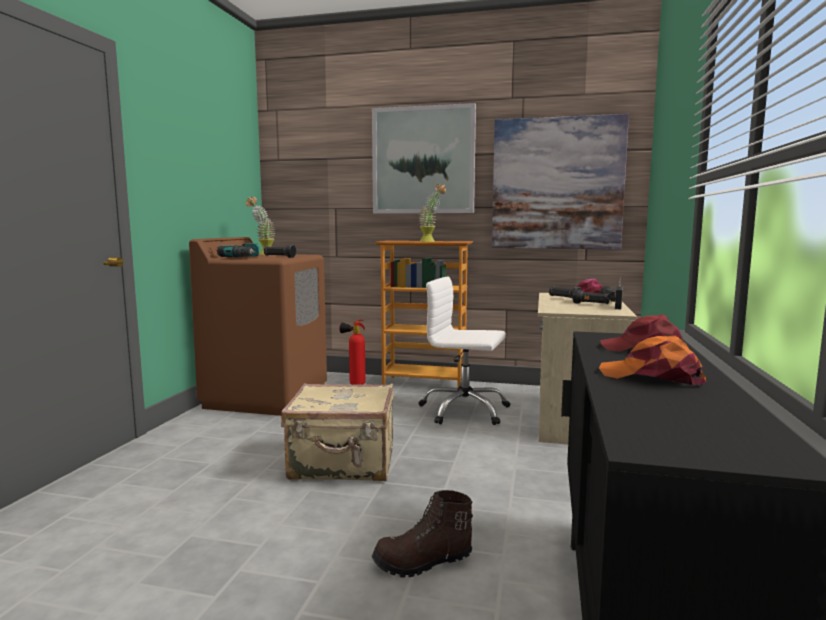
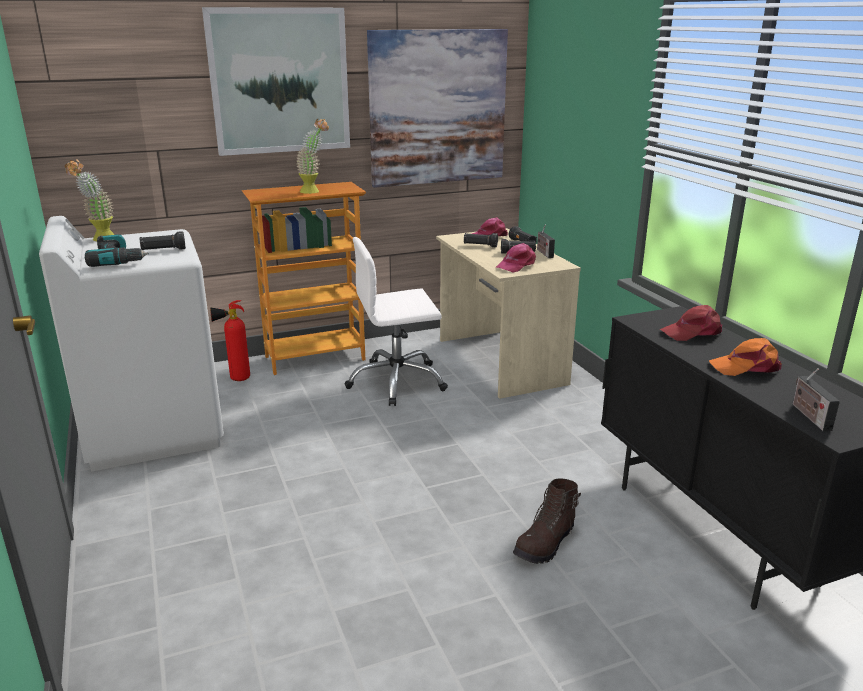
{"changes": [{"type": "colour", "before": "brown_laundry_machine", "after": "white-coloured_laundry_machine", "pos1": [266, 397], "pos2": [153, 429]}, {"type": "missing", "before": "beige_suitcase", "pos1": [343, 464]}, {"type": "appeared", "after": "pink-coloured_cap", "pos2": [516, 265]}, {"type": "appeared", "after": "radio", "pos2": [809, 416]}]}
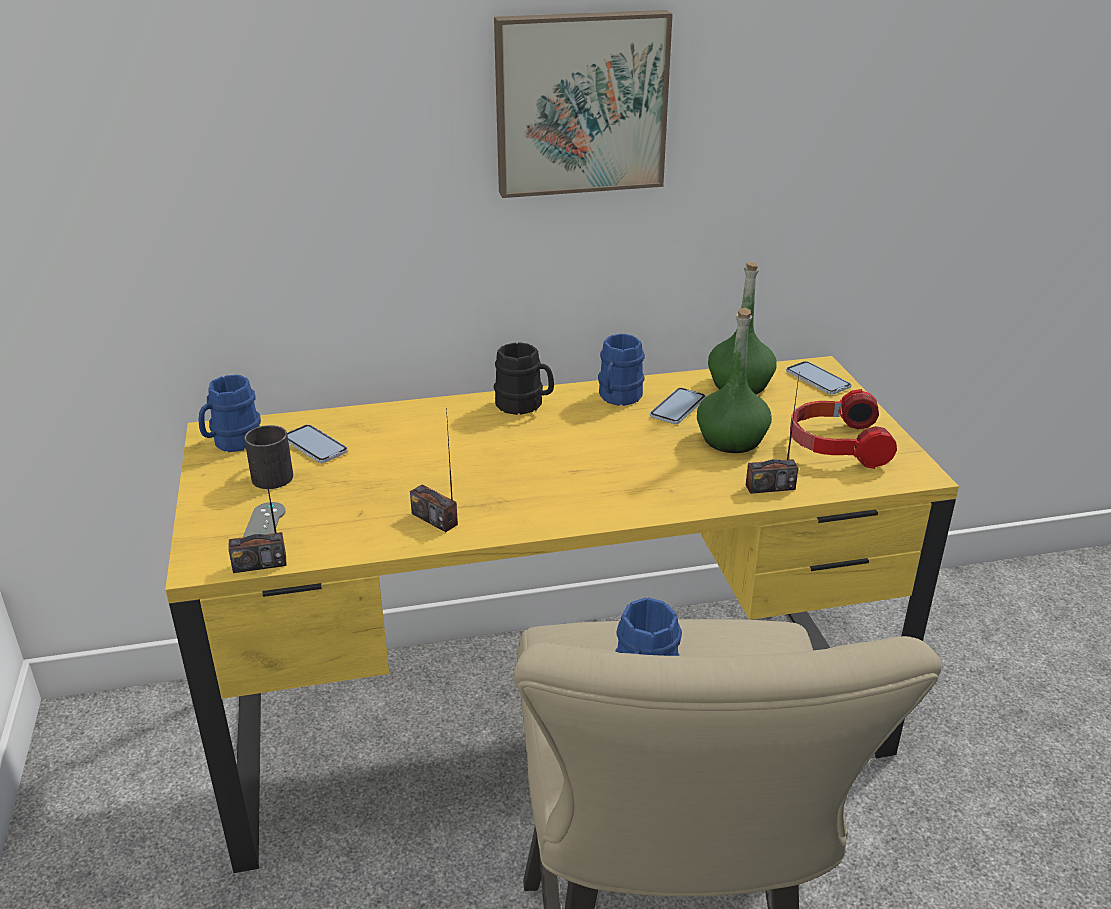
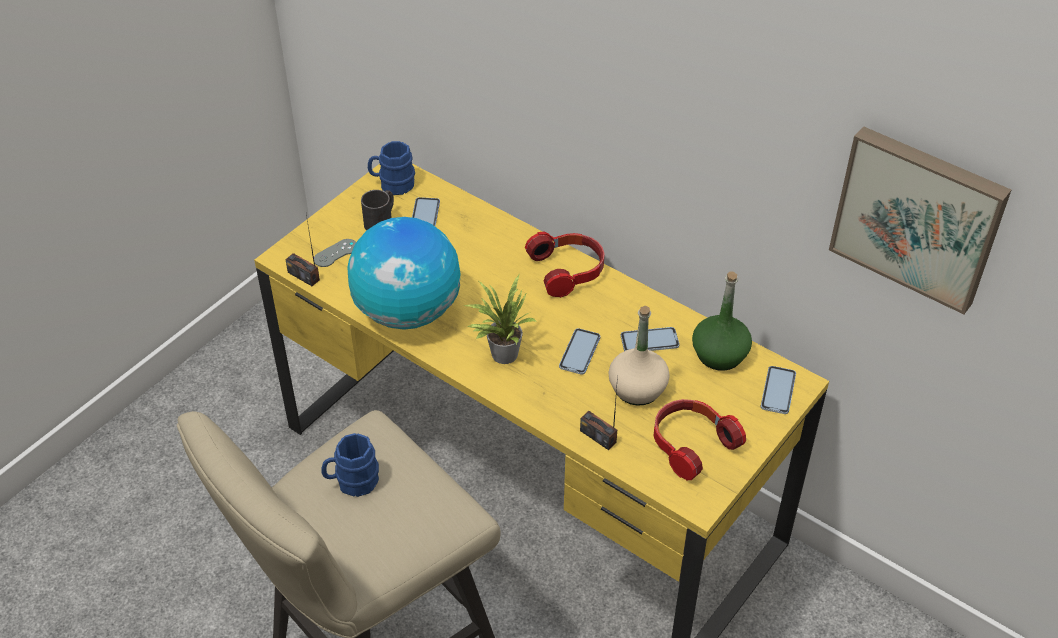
{"changes": [{"type": "relocated", "before": "wall_picture", "pos1": [580, 103], "pos2": [918, 216]}, {"type": "colour", "before": "greenish_bottle", "after": "beige_bottle", "pos1": [732, 439], "pos2": [637, 389]}, {"type": "missing", "before": "blue-coloured_mug", "pos1": [617, 397]}, {"type": "exchanged", "before": "black_mug", "after": "headphones", "pos1": [525, 405], "pos2": [568, 270]}, {"type": "exchanged", "before": "radio", "after": "globe", "pos1": [434, 519], "pos2": [407, 312]}, {"type": "appeared", "after": "houseplant", "pos2": [501, 353]}, {"type": "appeared", "after": "phone", "pos2": [579, 352]}]}
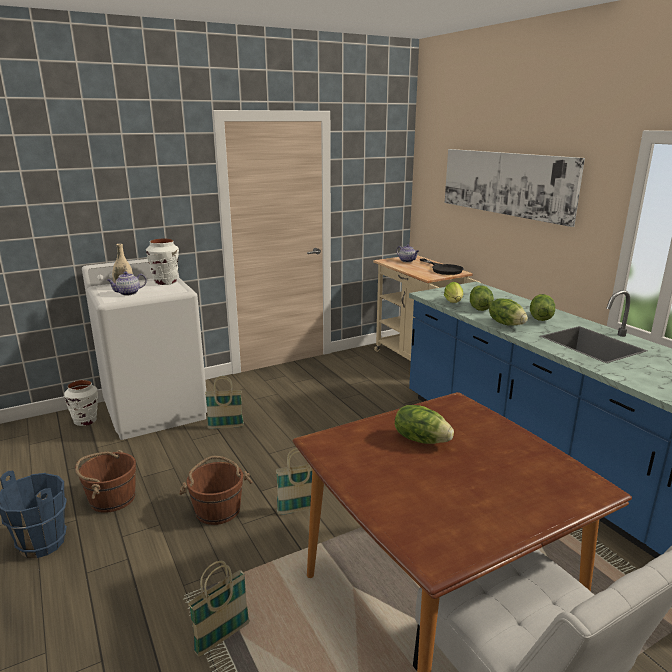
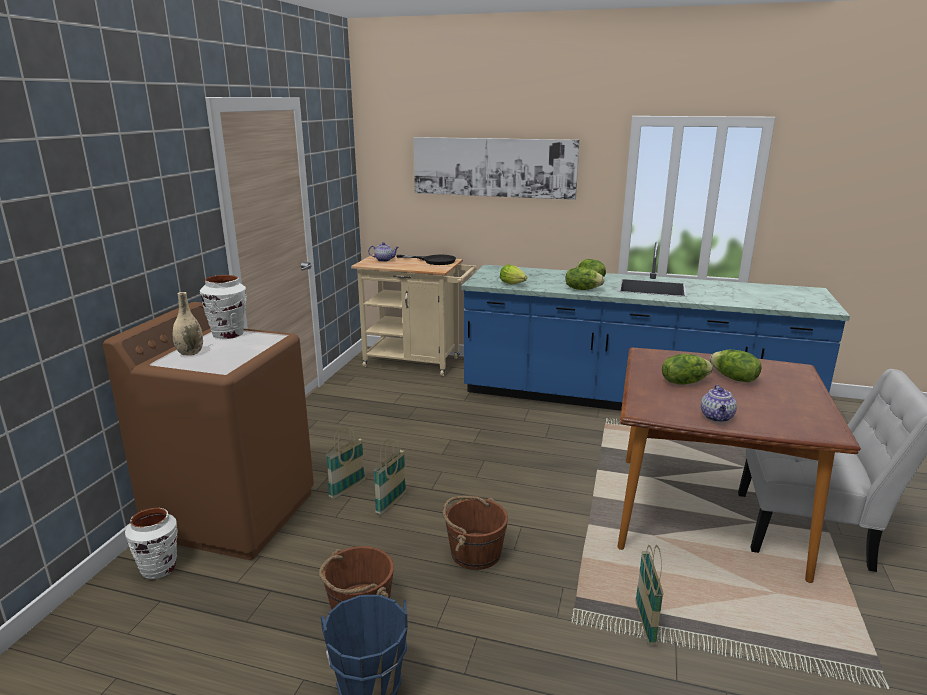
{"changes": [{"type": "colour", "before": "white-coloured_laundry_machine", "after": "brown_laundry_machine", "pos1": [156, 410], "pos2": [234, 513]}, {"type": "relocated", "before": "tea_pot", "pos1": [128, 293], "pos2": [717, 417]}, {"type": "relocated", "before": "lettuce_head", "pos1": [479, 308], "pos2": [733, 378]}, {"type": "relocated", "before": "storage_basket", "pos1": [299, 509], "pos2": [391, 503]}]}
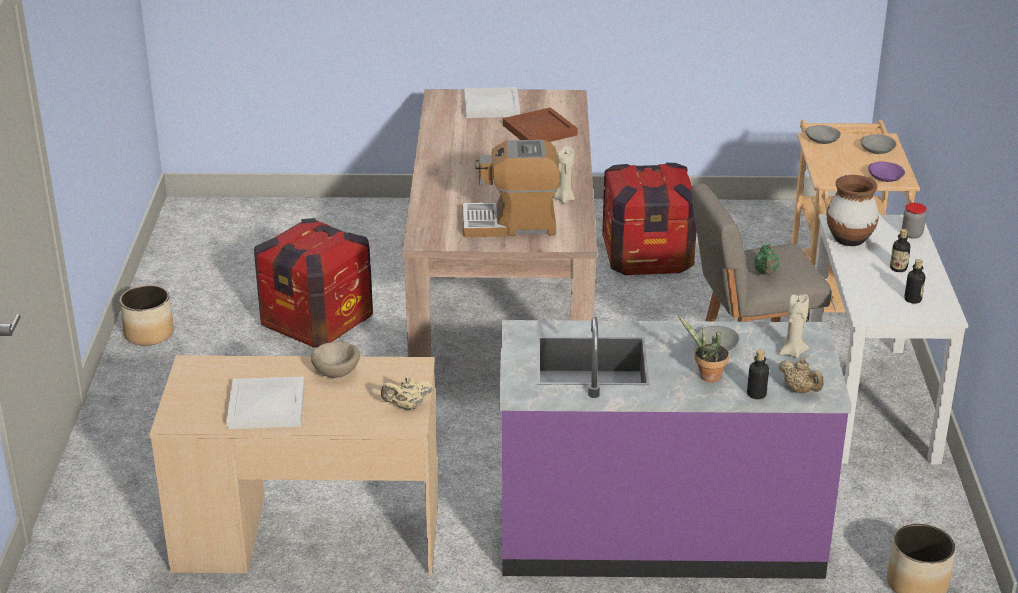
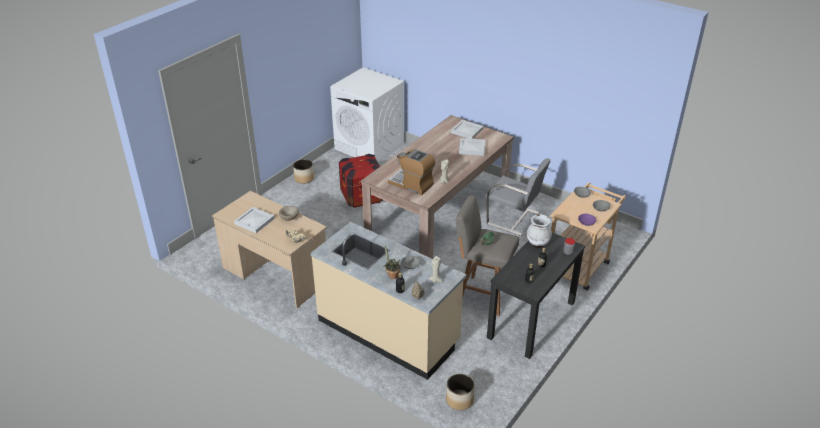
{"changes": [{"type": "colour", "before": "brown_tray", "after": "white-coloured_tray", "pos1": [541, 130], "pos2": [472, 148]}, {"type": "exchanged", "before": "packing_crate", "after": "greyish_upright_chair", "pos1": [647, 256], "pos2": [513, 219]}, {"type": "colour", "before": "brown_flower_vase", "after": "white-coloured_flower_vase", "pos1": [849, 240], "pos2": [537, 244]}, {"type": "colour", "before": "white-coloured_desk_unit", "after": "black_desk_unit", "pos1": [870, 403], "pos2": [531, 320]}, {"type": "colour", "before": "purplish_kitchen_counter", "after": "beige_kitchen_counter", "pos1": [659, 532], "pos2": [388, 331]}, {"type": "appeared", "after": "white-coloured_laundry_machine", "pos2": [369, 147]}]}
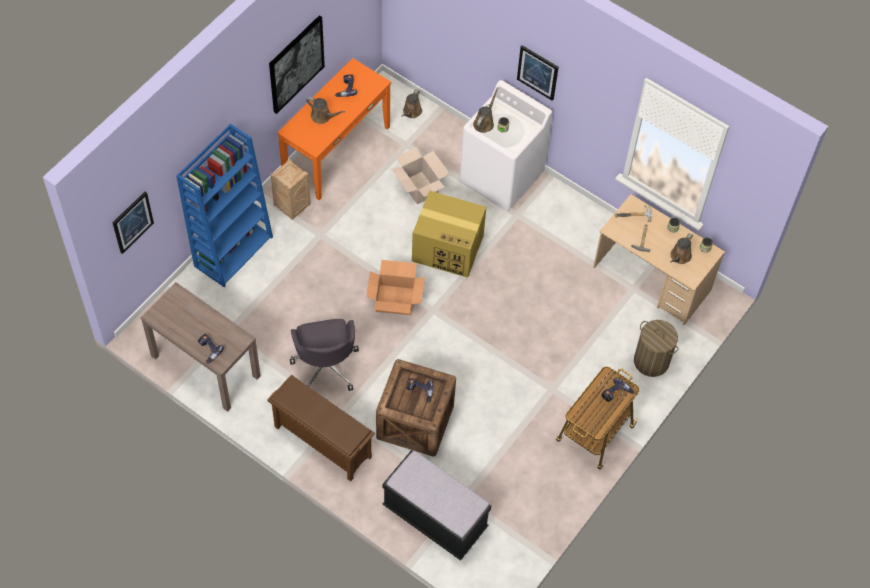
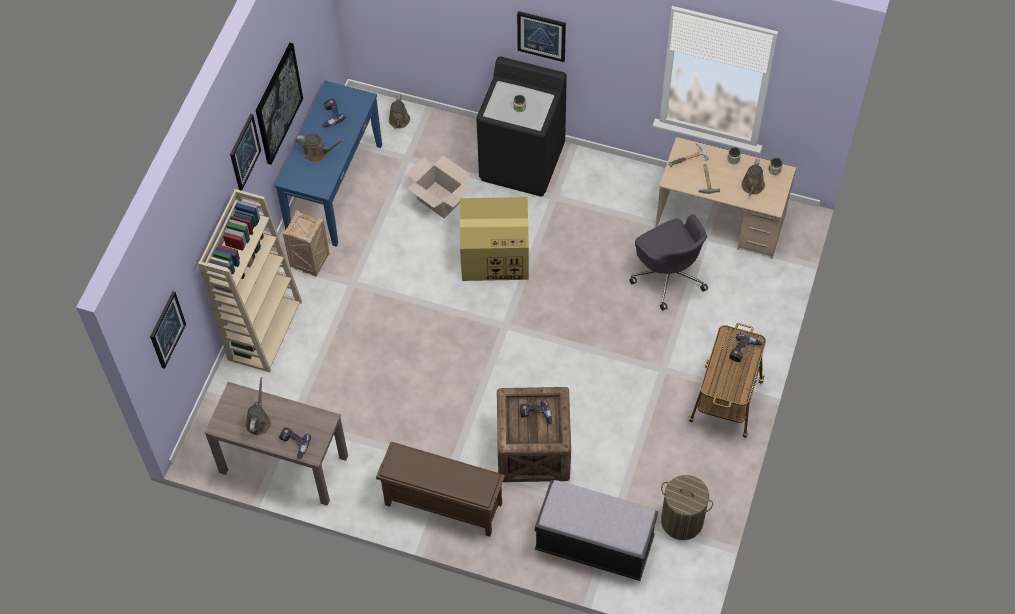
{"changes": [{"type": "colour", "before": "orangey_hall_table", "after": "blue-coloured_hall_table", "pos1": [336, 151], "pos2": [334, 187]}, {"type": "colour", "before": "white-coloured_laundry_machine", "after": "black_laundry_machine", "pos1": [501, 178], "pos2": [522, 162]}, {"type": "relocated", "before": "brown_sprinkling_can", "pos1": [484, 122], "pos2": [258, 421]}, {"type": "colour", "before": "blue-coloured_bookcase", "after": "beige_bookcase", "pos1": [233, 250], "pos2": [264, 329]}, {"type": "missing", "before": "carton", "pos1": [395, 299]}, {"type": "relocated", "before": "greyish_office_chair", "pos1": [326, 366], "pos2": [668, 275]}, {"type": "relocated", "before": "laundry_basket", "pos1": [651, 361], "pos2": [682, 520]}, {"type": "appeared", "after": "wall_picture", "pos2": [244, 152]}]}
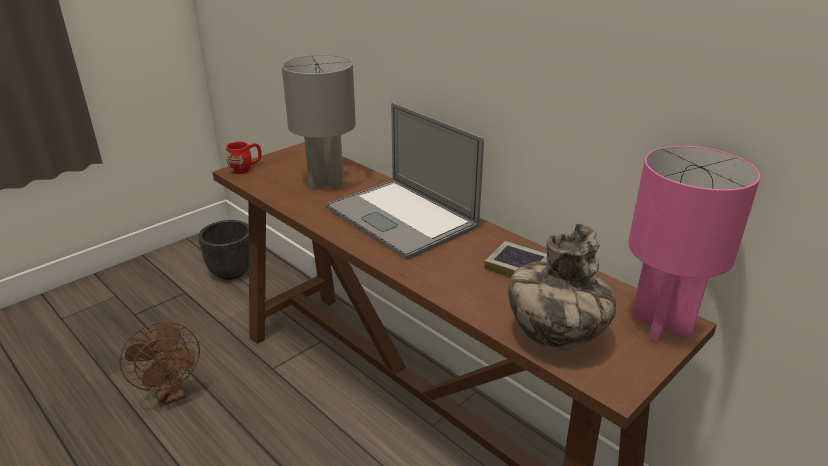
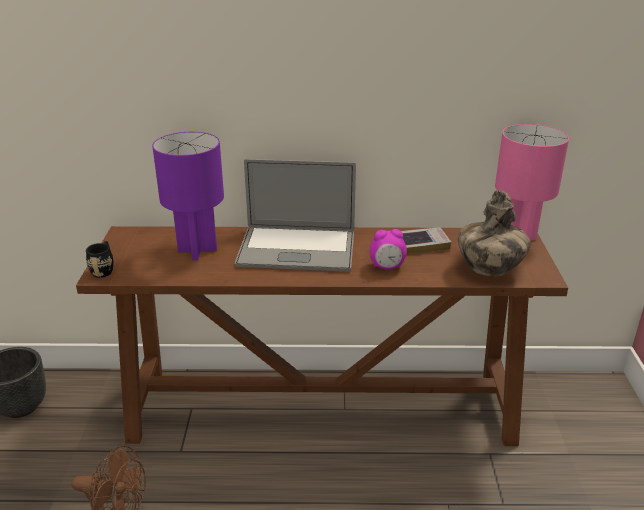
{"changes": [{"type": "colour", "before": "greyish_tabletop_lamp", "after": "purplish_tabletop_lamp", "pos1": [327, 183], "pos2": [198, 250]}, {"type": "colour", "before": "reddish_mug", "after": "black_mug", "pos1": [246, 168], "pos2": [104, 269]}, {"type": "appeared", "after": "bedside_clock", "pos2": [387, 267]}]}
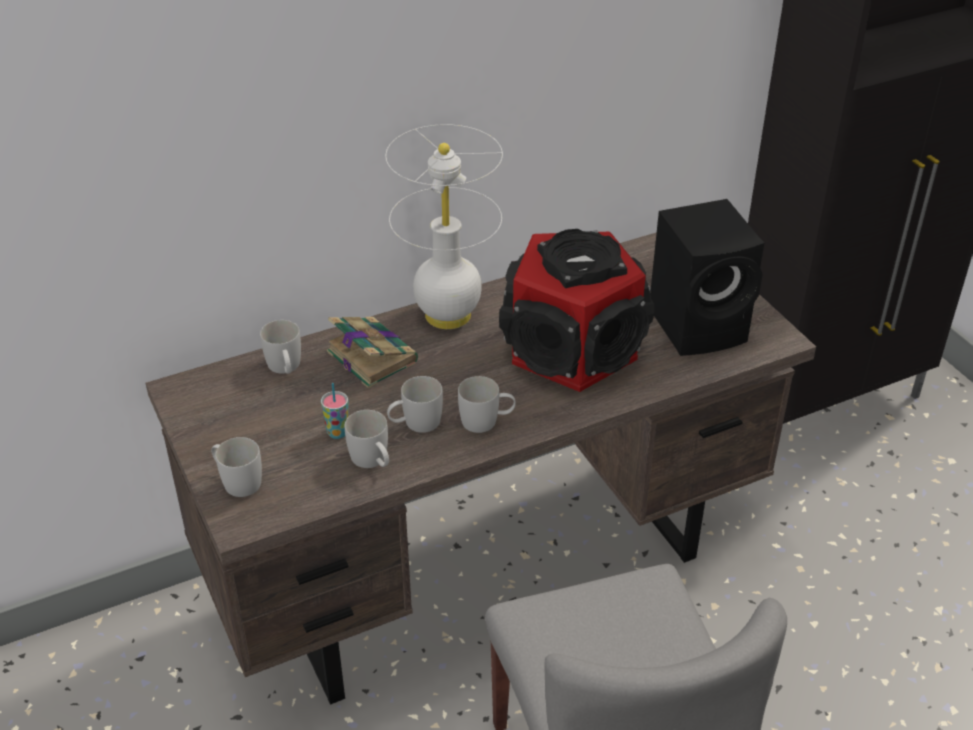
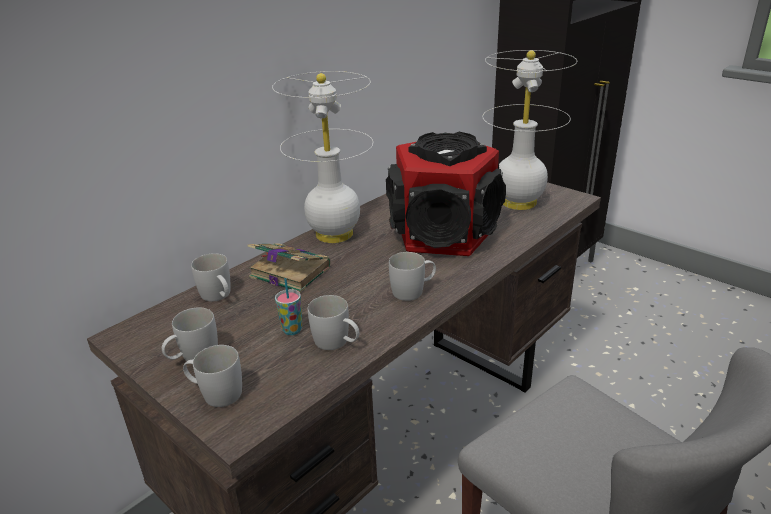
{"changes": [{"type": "exchanged", "before": "black_speaker", "after": "white-coloured_tabletop_lamp", "pos1": [701, 325], "pos2": [518, 202]}, {"type": "relocated", "before": "white-coloured_mug", "pos1": [415, 423], "pos2": [193, 357]}]}
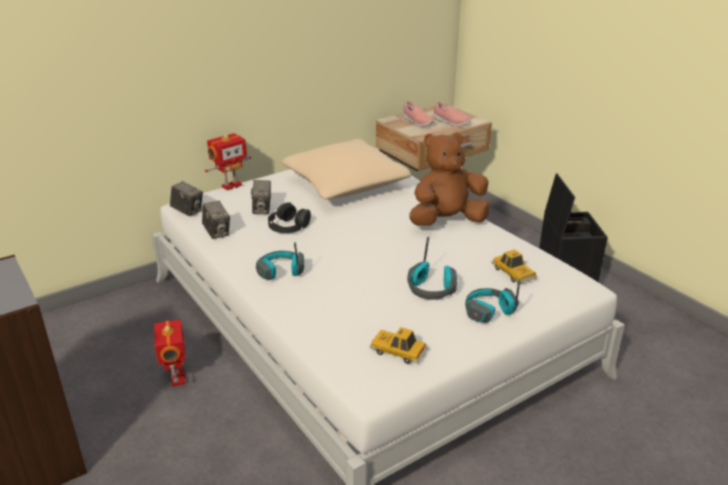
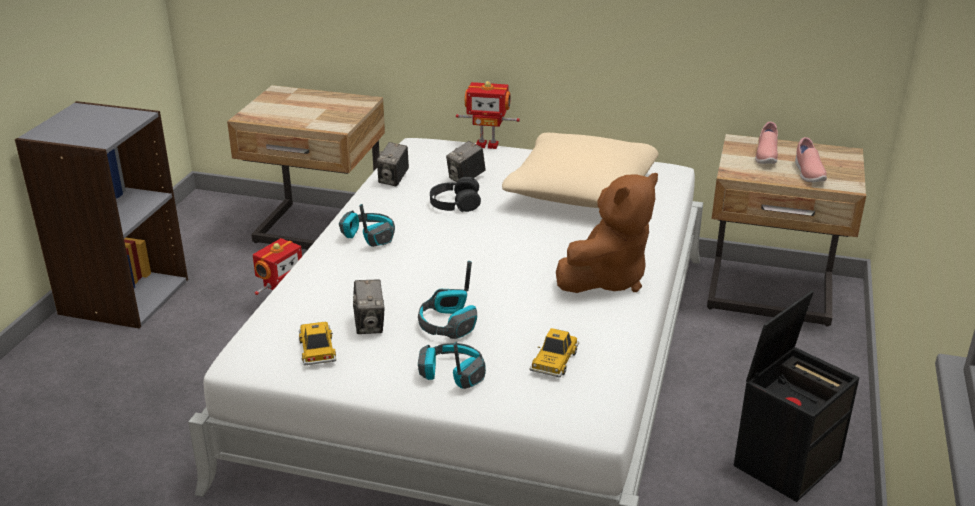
{"changes": [{"type": "spun", "before": "brown_soft_toy", "pos1": [446, 221], "pos2": [606, 279], "turn": 105}, {"type": "relocated", "before": "photo_camera", "pos1": [188, 211], "pos2": [369, 325]}, {"type": "appeared", "after": "beige_bedside_table", "pos2": [318, 232]}]}
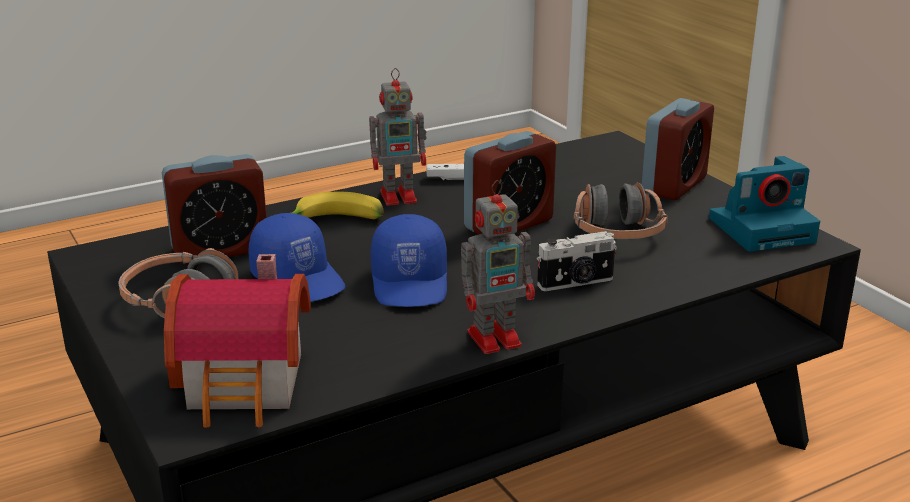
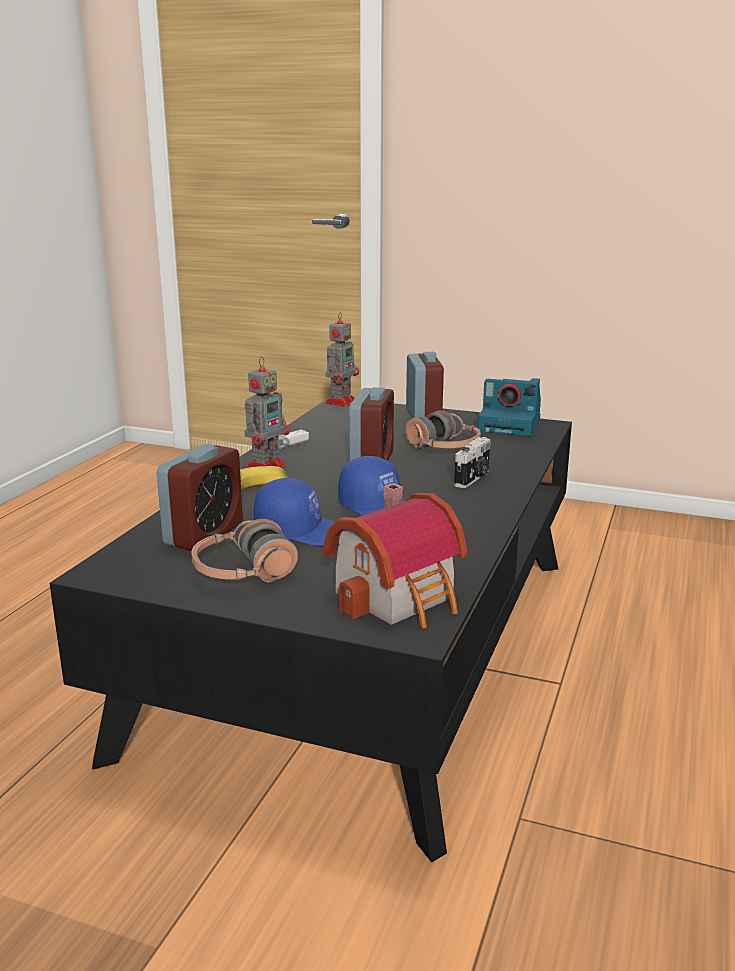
{"changes": [{"type": "spun", "before": "photo_camera", "pos1": [763, 229], "pos2": [511, 425], "turn": 75}, {"type": "relocated", "before": "toy_robot", "pos1": [497, 338], "pos2": [341, 402]}]}
